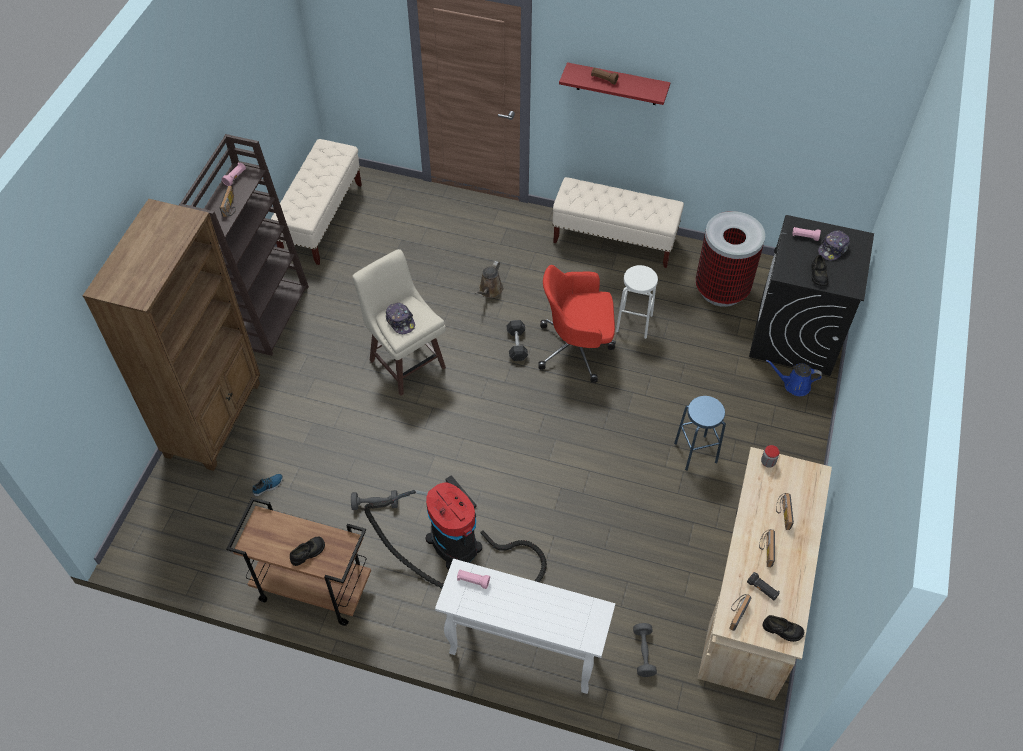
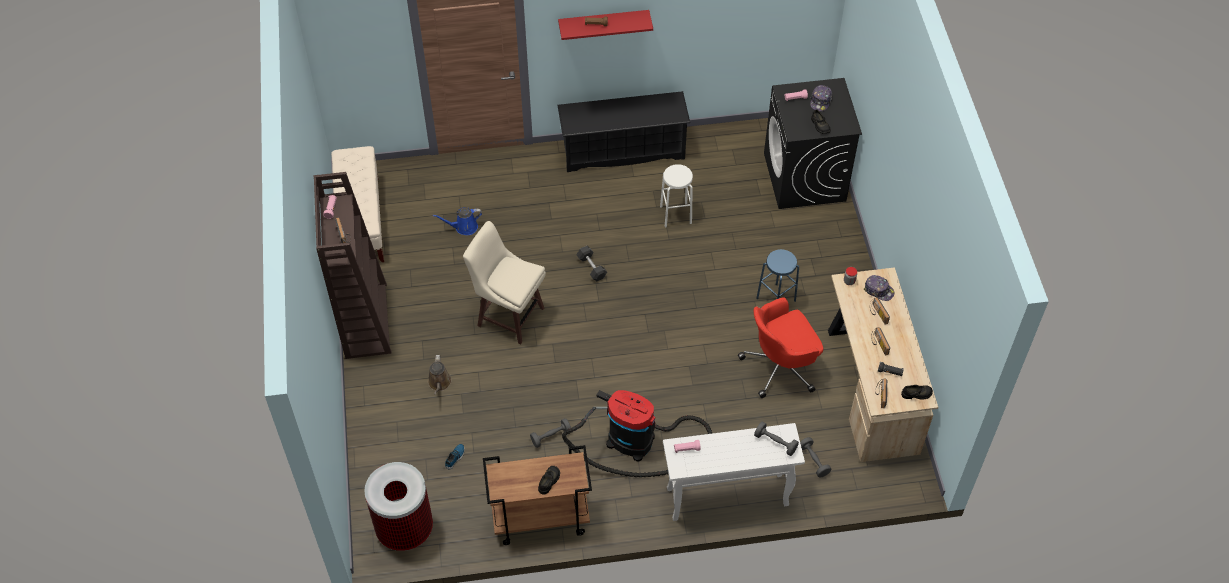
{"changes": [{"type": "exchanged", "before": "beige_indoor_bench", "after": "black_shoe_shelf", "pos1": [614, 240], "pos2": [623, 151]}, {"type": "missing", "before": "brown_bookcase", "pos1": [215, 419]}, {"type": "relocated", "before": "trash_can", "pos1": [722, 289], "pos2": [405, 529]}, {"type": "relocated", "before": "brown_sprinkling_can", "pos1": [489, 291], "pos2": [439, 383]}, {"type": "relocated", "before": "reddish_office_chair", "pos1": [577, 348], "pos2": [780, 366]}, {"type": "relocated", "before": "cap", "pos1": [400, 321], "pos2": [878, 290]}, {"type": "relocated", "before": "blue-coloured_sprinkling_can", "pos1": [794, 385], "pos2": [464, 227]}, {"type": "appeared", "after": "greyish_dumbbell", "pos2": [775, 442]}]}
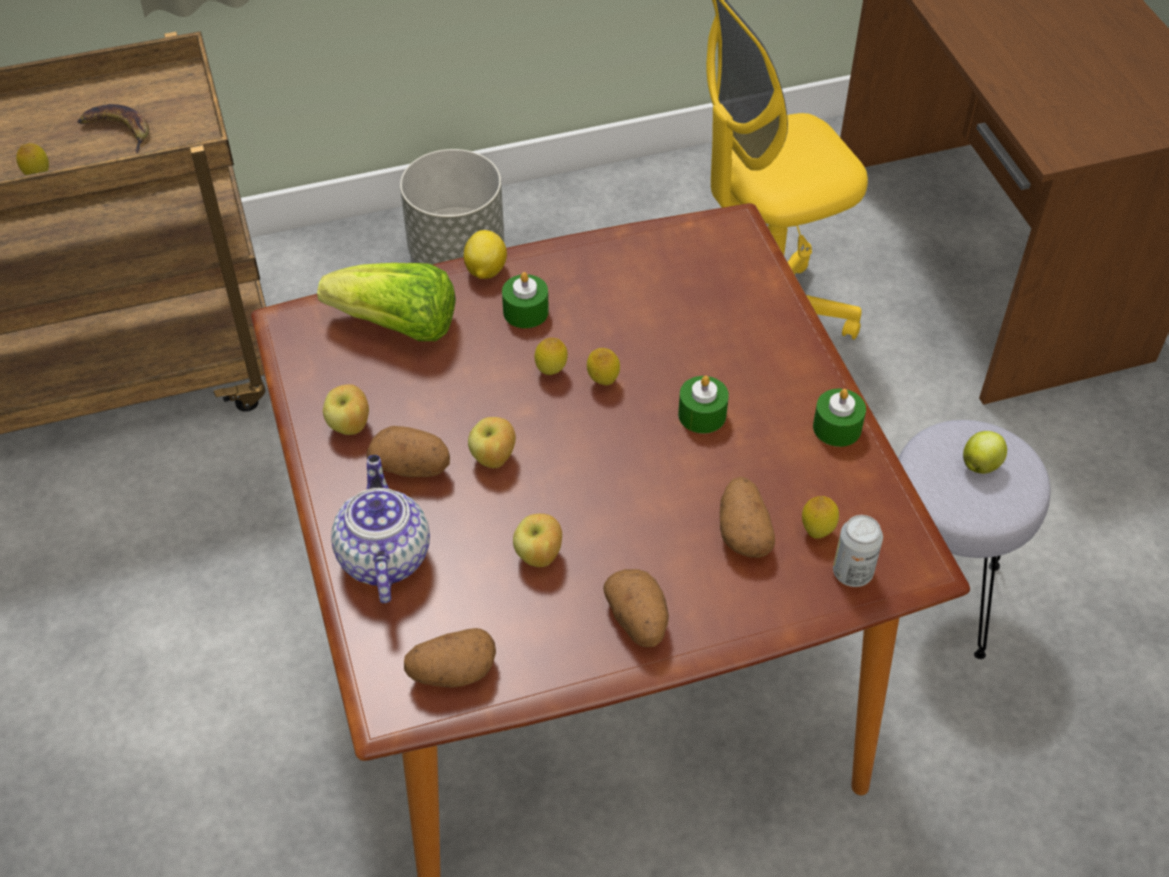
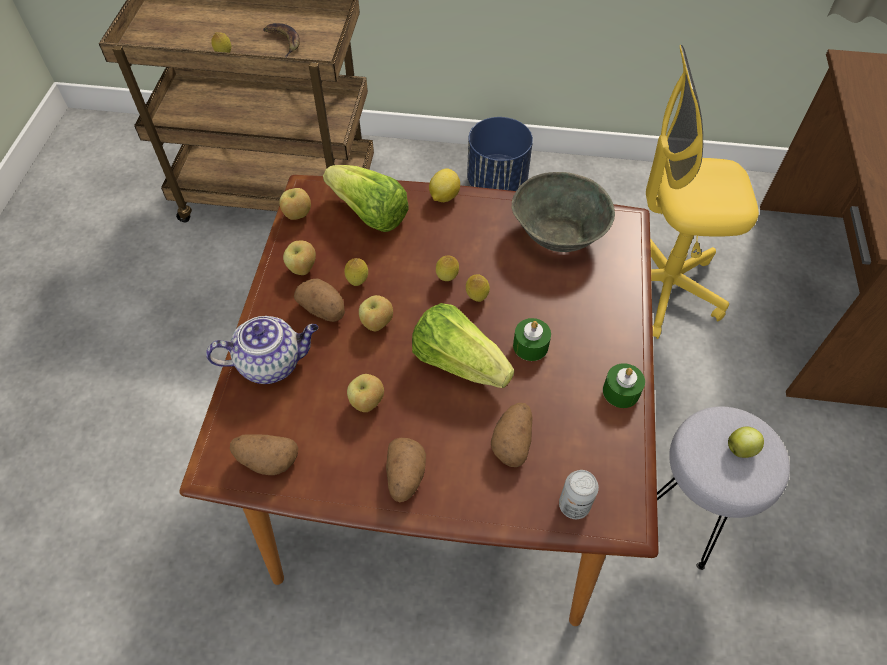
{"changes": [{"type": "colour", "before": "greyish_flower_pot", "after": "blue-coloured_flower_pot", "pos1": [457, 251], "pos2": [497, 182]}, {"type": "missing", "before": "greenish_wax_light", "pos1": [525, 311]}, {"type": "spun", "before": "tea_pot", "pos1": [383, 556], "pos2": [272, 362], "turn": 60}, {"type": "relocated", "before": "citrus_fruit", "pos1": [817, 531], "pos2": [358, 282]}, {"type": "appeared", "after": "greyish_bowl", "pos2": [557, 234]}, {"type": "appeared", "after": "apple", "pos2": [297, 215]}, {"type": "appeared", "after": "lettuce_head", "pos2": [458, 362]}]}
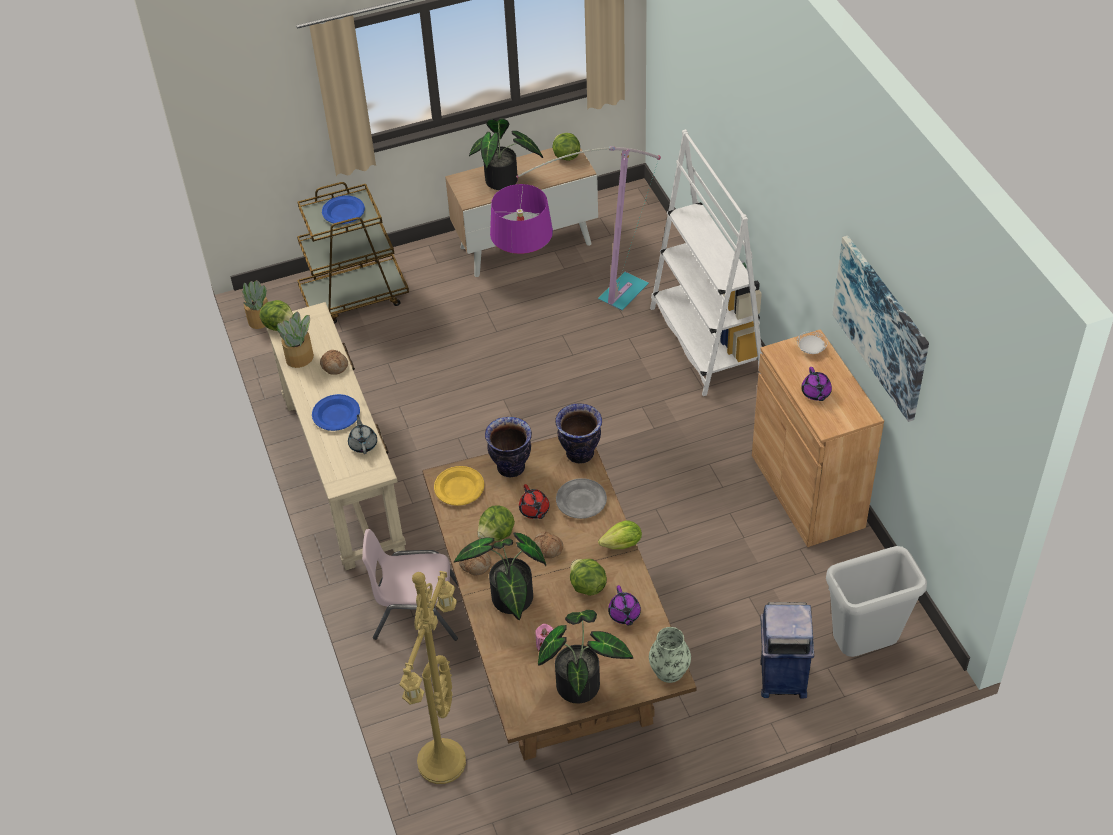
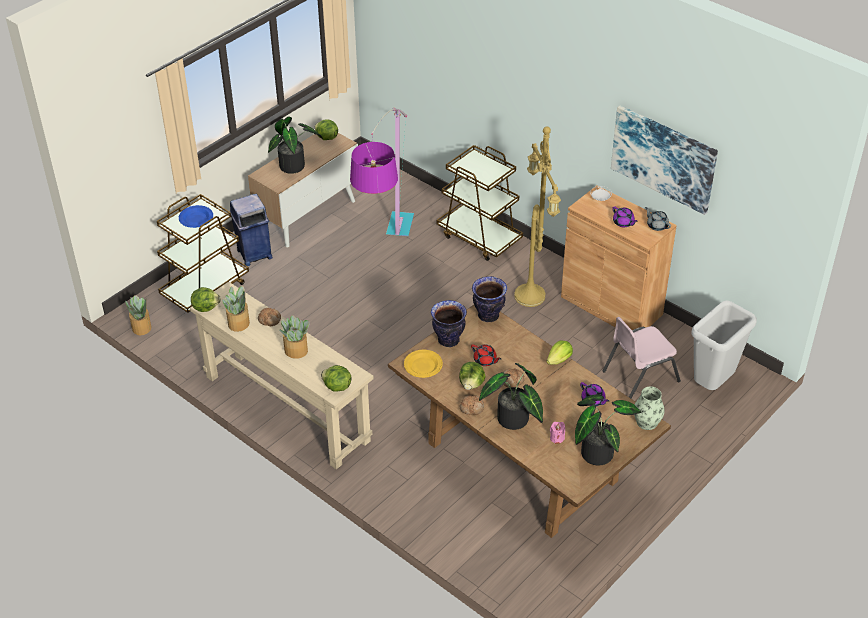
{"changes": [{"type": "exchanged", "before": "white-coloured_bookcase", "after": "brown_trolley", "pos1": [706, 341], "pos2": [479, 237]}, {"type": "exchanged", "before": "blue-coloured_plate", "after": "houseplant", "pos1": [336, 415], "pos2": [296, 351]}, {"type": "relocated", "before": "greyish_tea_pot", "pos1": [363, 444], "pos2": [657, 225]}, {"type": "missing", "before": "greyish_plate", "pos1": [581, 501]}, {"type": "relocated", "before": "pink-coloured_upright_chair", "pos1": [416, 611], "pos2": [640, 376]}, {"type": "relocated", "before": "lettuce_head", "pos1": [587, 586], "pos2": [337, 387]}, {"type": "relocated", "before": "yellowish_standing_lamp", "pos1": [444, 765], "pos2": [532, 296]}, {"type": "relocated", "before": "blue-coloured_trash_can", "pos1": [782, 678], "pos2": [254, 254]}]}
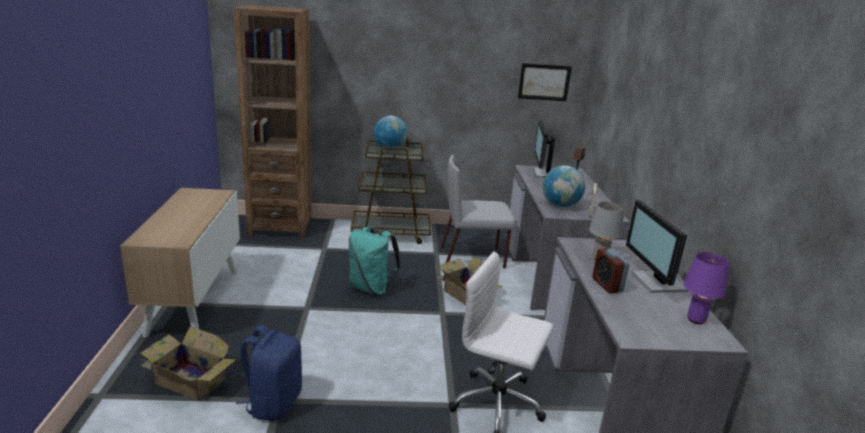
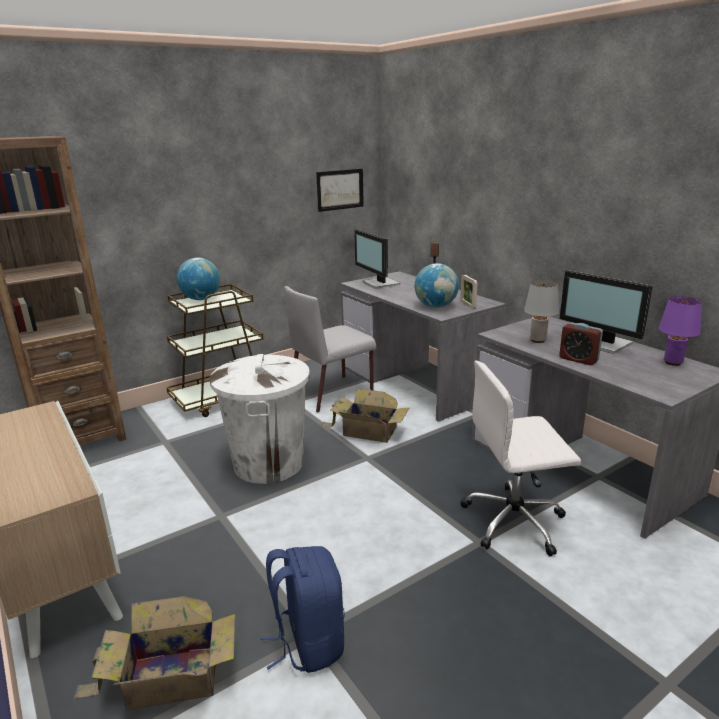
{"changes": [{"type": "exchanged", "before": "turquoise-coloured_knapsack", "after": "white-coloured_trash_can", "pos1": [371, 288], "pos2": [269, 463]}]}
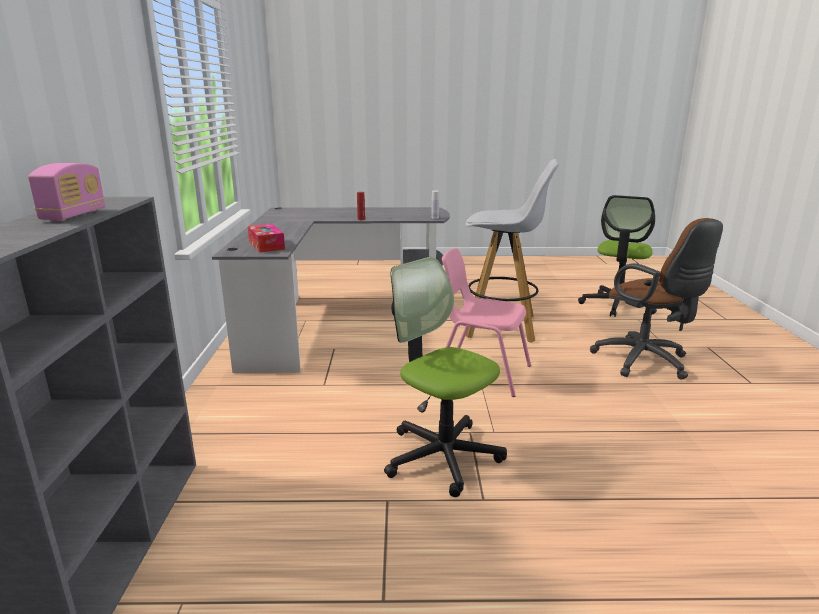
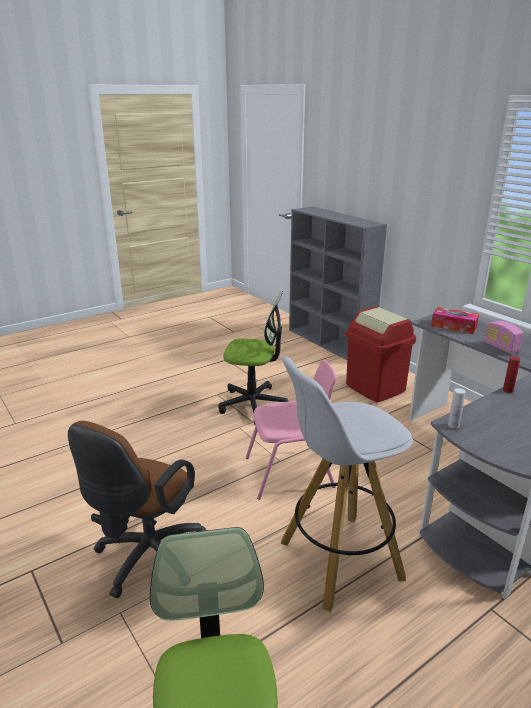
{"changes": [{"type": "relocated", "before": "radio", "pos1": [74, 215], "pos2": [500, 347]}, {"type": "spun", "before": "brown_office_chair", "pos1": [645, 362], "pos2": [146, 559], "turn": -90}, {"type": "appeared", "after": "reddish_trash_can", "pos2": [375, 387]}]}
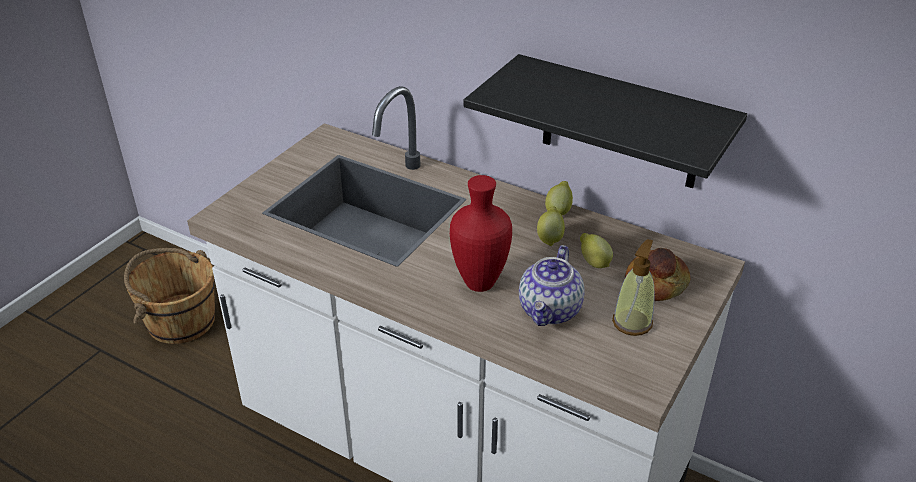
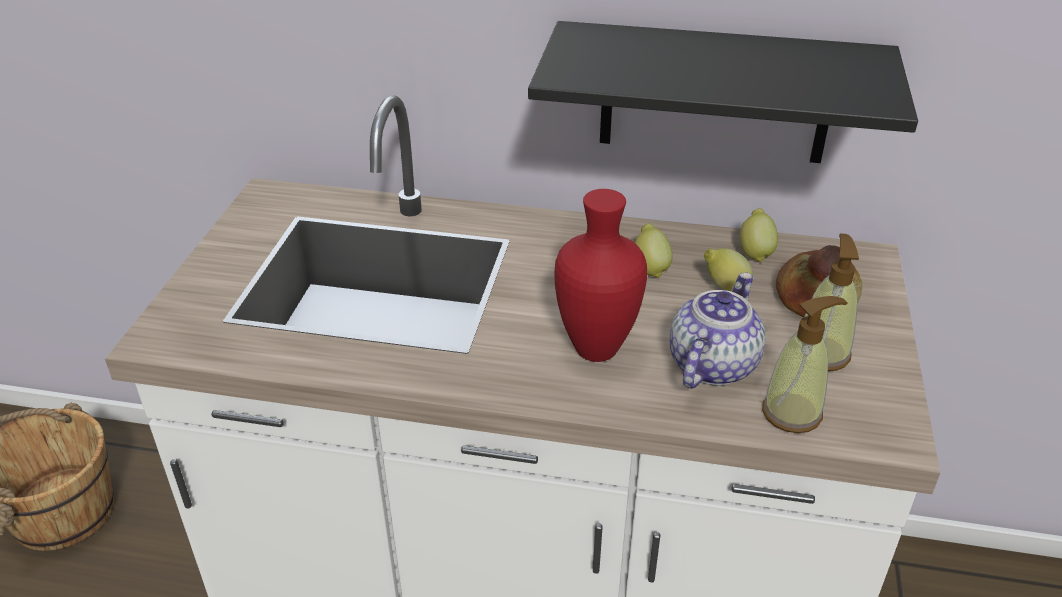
{"changes": [{"type": "relocated", "before": "citrus_fruit", "pos1": [558, 211], "pos2": [755, 252]}, {"type": "spun", "before": "tea_pot", "pos1": [550, 310], "pos2": [711, 364], "turn": -150}, {"type": "appeared", "after": "soap_bottle", "pos2": [792, 413]}]}
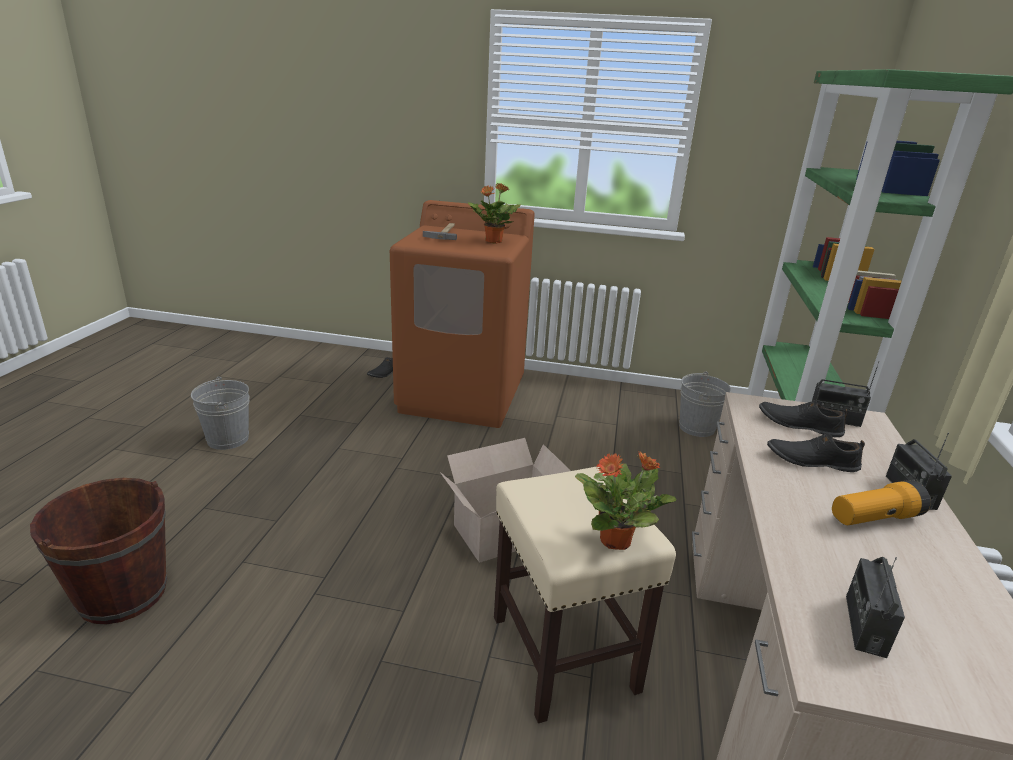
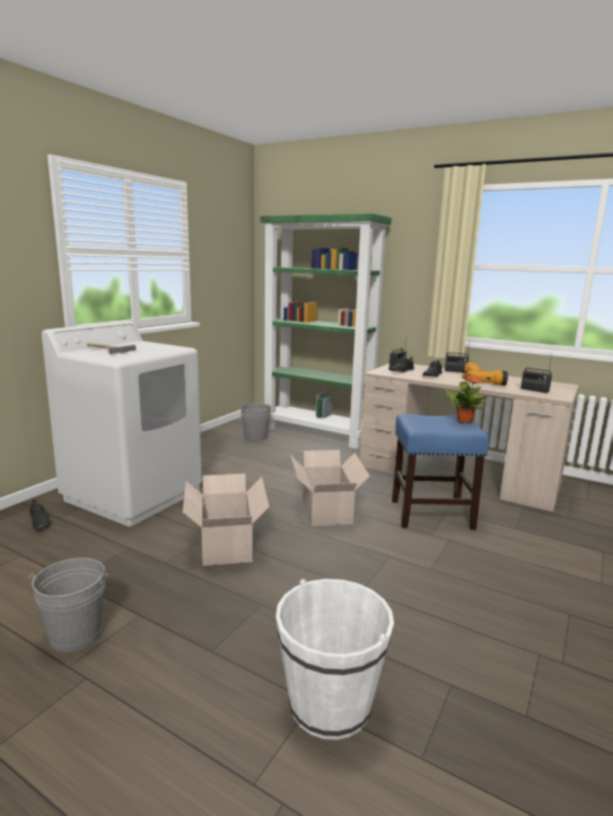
{"changes": [{"type": "missing", "before": "houseplant", "pos1": [493, 241]}, {"type": "colour", "before": "brown_laundry_machine", "after": "white-coloured_laundry_machine", "pos1": [462, 396], "pos2": [134, 494]}, {"type": "colour", "before": "beige_sitting_stool", "after": "blue-coloured_sitting_stool", "pos1": [562, 651], "pos2": [430, 514]}, {"type": "colour", "before": "brown_bucket", "after": "white-coloured_bucket", "pos1": [122, 594], "pos2": [330, 704]}, {"type": "appeared", "after": "hand_torch", "pos2": [486, 384]}, {"type": "appeared", "after": "carton", "pos2": [225, 546]}]}
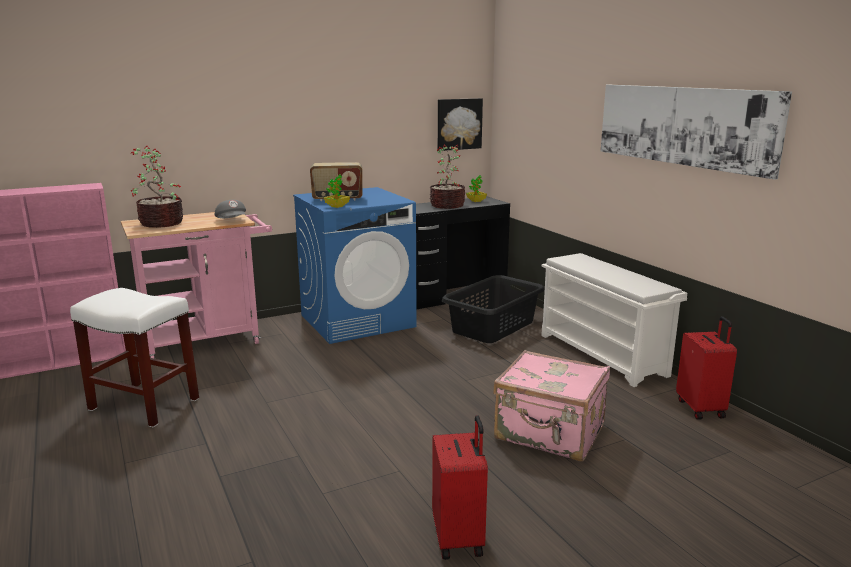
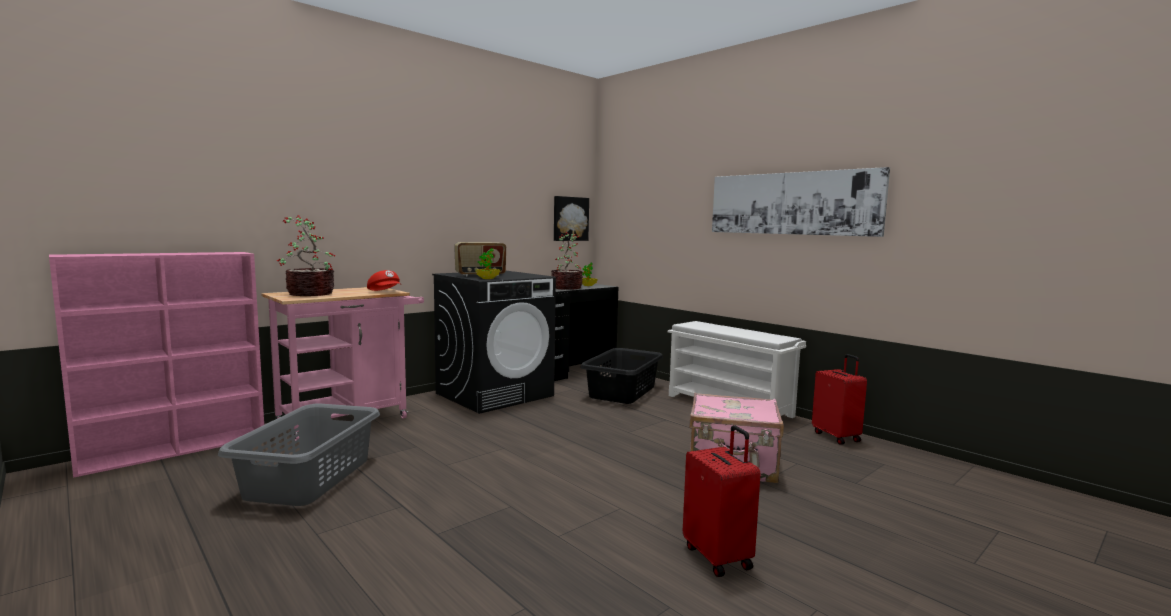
{"changes": [{"type": "colour", "before": "blue-coloured_laundry_machine", "after": "black_laundry_machine", "pos1": [358, 321], "pos2": [495, 394]}, {"type": "colour", "before": "greyish_cap", "after": "reddish_cap", "pos1": [232, 221], "pos2": [385, 292]}, {"type": "exchanged", "before": "white-coloured_sitting_stool", "after": "greyish_laundry_basket", "pos1": [145, 404], "pos2": [310, 478]}]}
